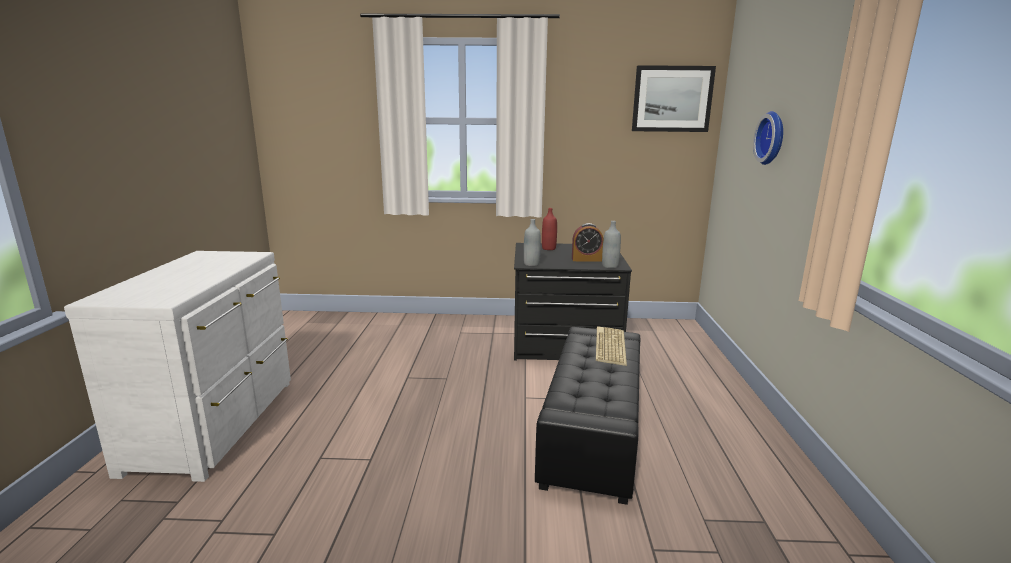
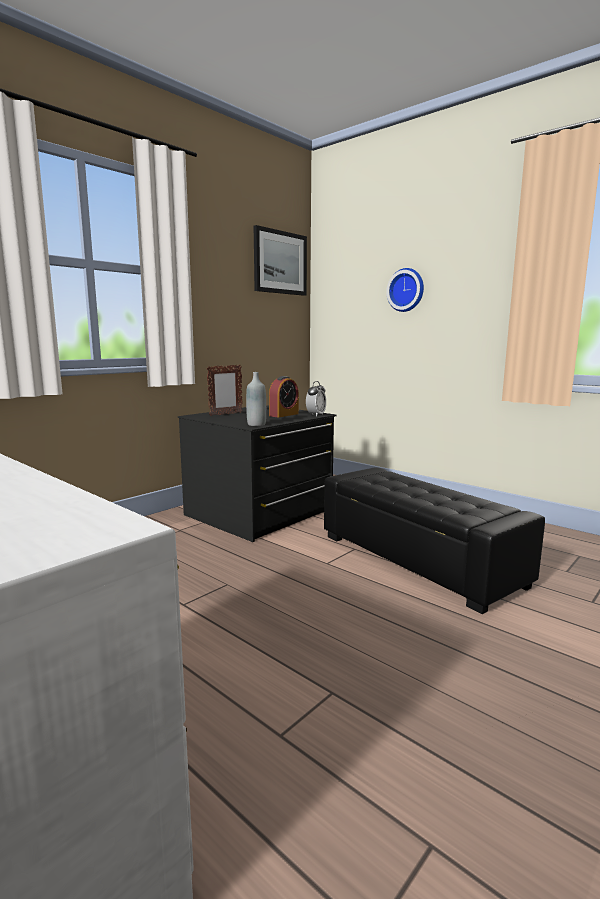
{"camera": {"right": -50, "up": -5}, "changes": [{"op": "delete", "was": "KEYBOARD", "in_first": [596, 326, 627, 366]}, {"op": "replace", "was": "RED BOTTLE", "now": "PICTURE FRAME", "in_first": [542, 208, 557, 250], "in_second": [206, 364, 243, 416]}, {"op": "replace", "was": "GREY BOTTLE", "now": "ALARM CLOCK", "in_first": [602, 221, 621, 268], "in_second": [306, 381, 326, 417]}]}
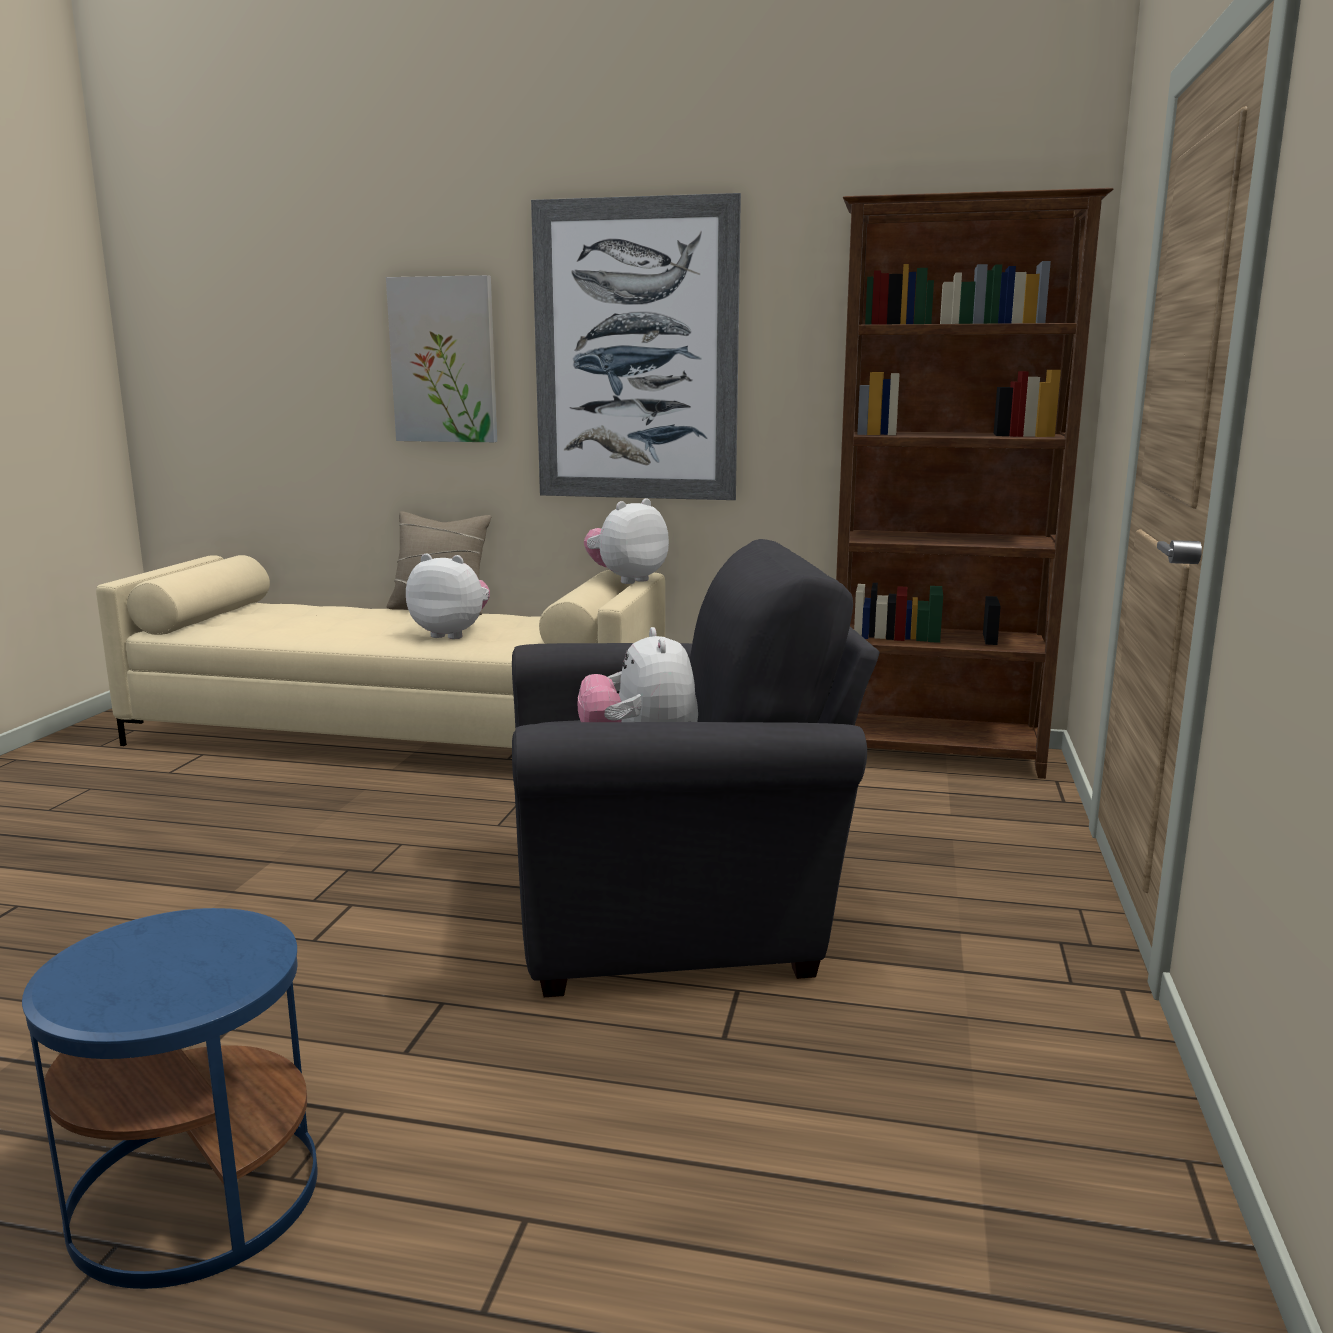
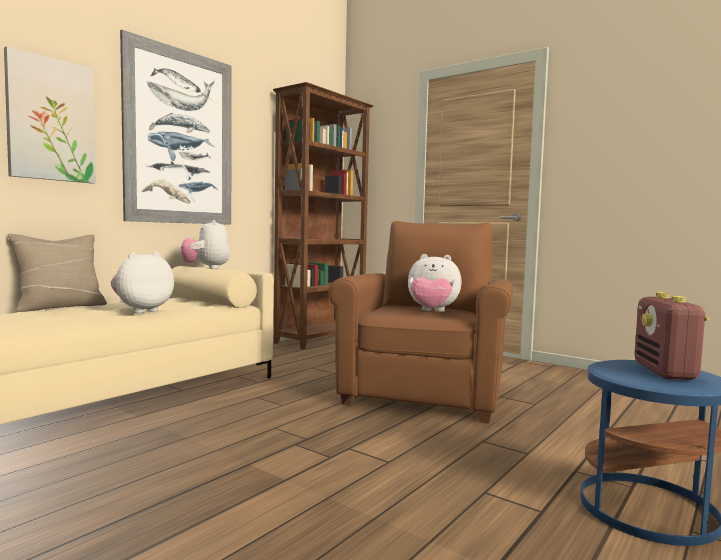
{"camera": {"right": -65, "up": -10}, "changes": [{"op": "insert", "now": "RADIO", "in_second": [634, 292, 710, 380]}, {"op": "recolor", "was": "GREY ARMCHAIR", "now": "BROWN ARMCHAIR", "in_first": [512, 539, 880, 997], "in_second": [328, 221, 513, 423]}]}
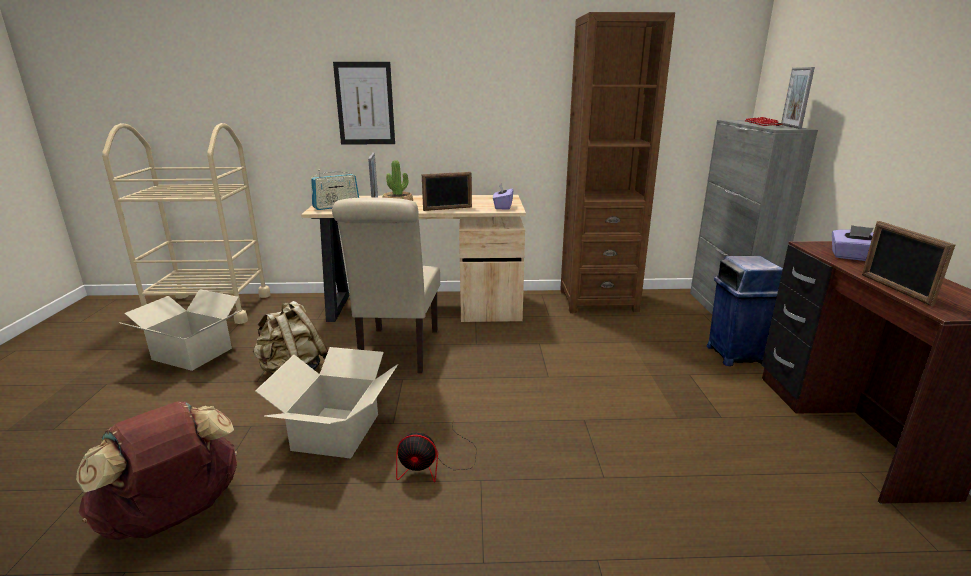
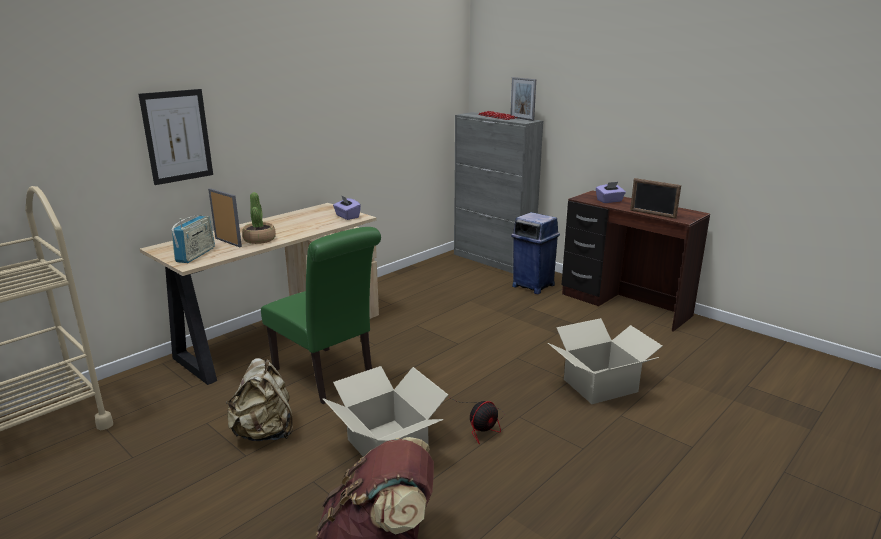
{"camera": {"right": -45, "up": 0}, "changes": [{"op": "delete", "was": "PICTURE FRAME", "in_first": [422, 172, 472, 211]}, {"op": "delete", "was": "BROWN BOOKCASE", "in_first": [560, 12, 675, 313]}, {"op": "move", "was": "CARDBOARD BOX", "in_first": [119, 289, 240, 371], "in_second": [548, 318, 662, 404]}, {"op": "recolor", "was": "BEIGE CHAIR", "now": "GREEN CHAIR", "in_first": [332, 198, 440, 373], "in_second": [261, 227, 381, 404]}]}
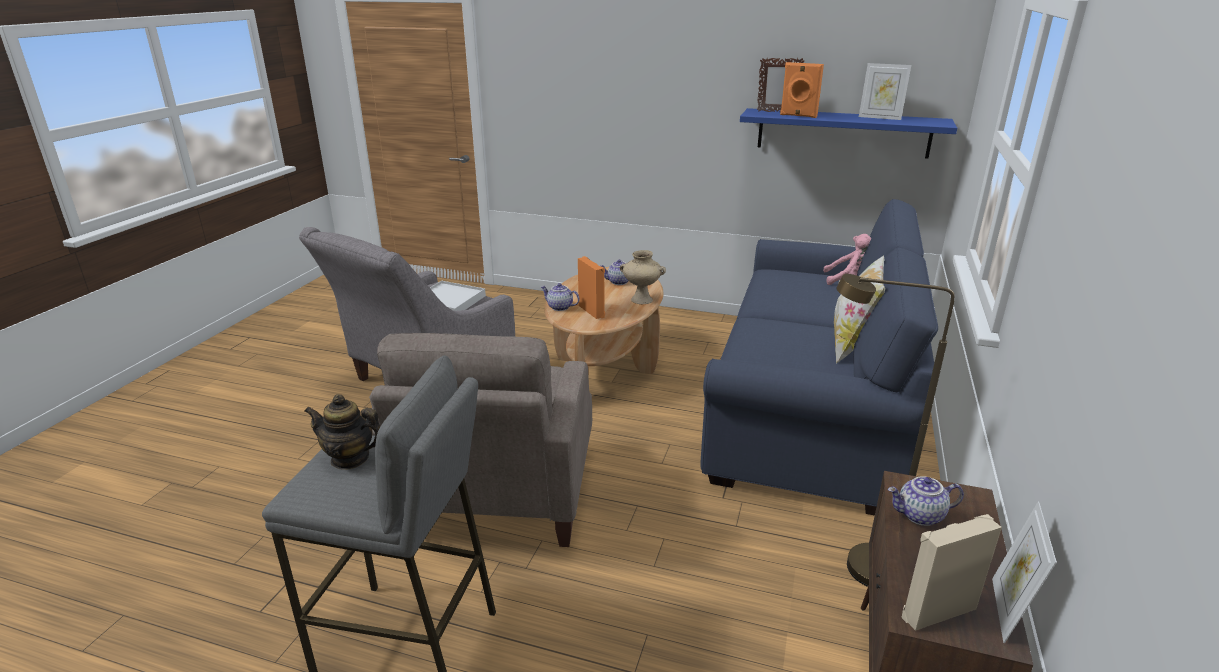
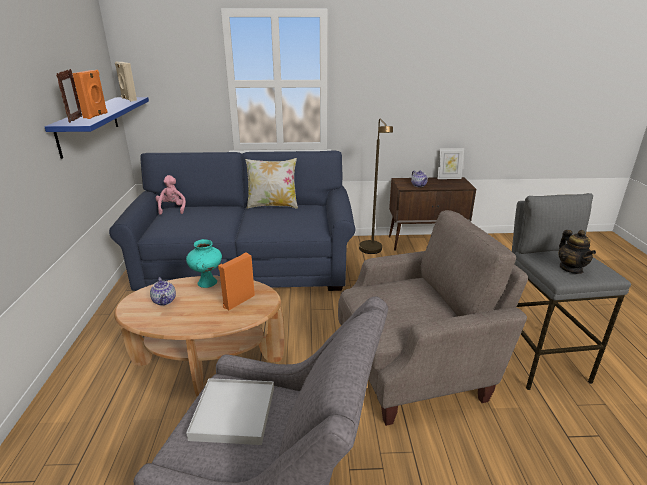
{"camera": {"right": -110, "up": 0}, "changes": [{"op": "delete", "was": "TEAPOT", "in_first": [541, 283, 580, 311]}, {"op": "delete", "was": "PICTURE FRAME", "in_first": [859, 63, 911, 120]}, {"op": "move", "was": "BEIGE SPEAKER", "in_first": [901, 514, 1002, 631], "in_second": [115, 62, 137, 101]}, {"op": "recolor", "was": "BEIGE VASE", "now": "TURQUOISE VASE", "in_first": [620, 250, 666, 304], "in_second": [186, 239, 222, 288]}]}
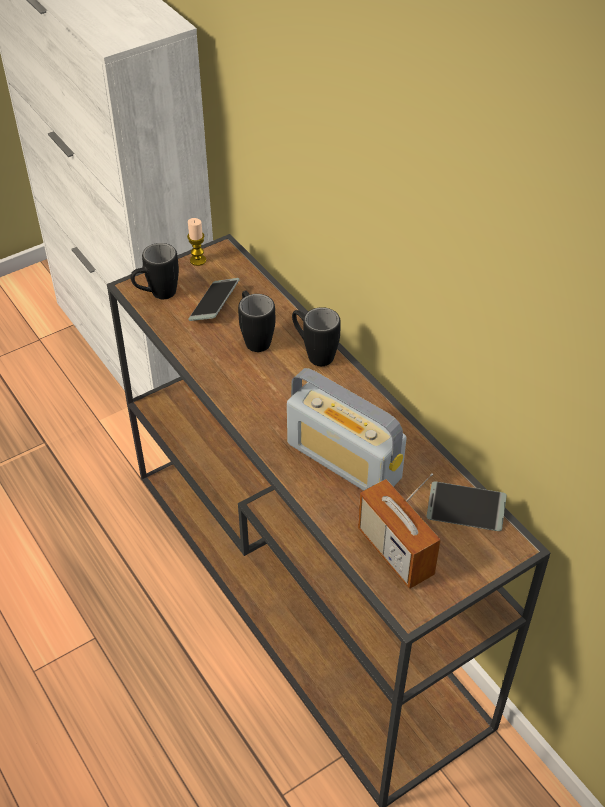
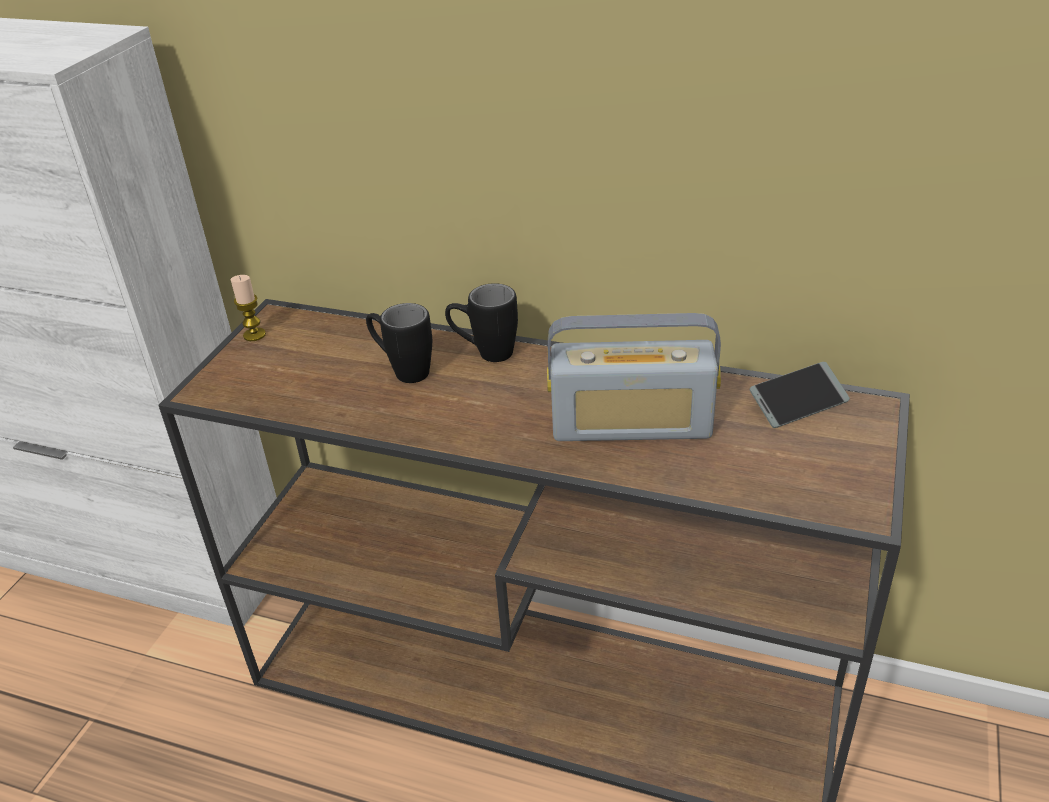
{"camera": {"right": -35, "up": -10}, "changes": [{"op": "delete", "was": "BLACK MUG", "in_first": [131, 243, 179, 299]}, {"op": "delete", "was": "PHONE", "in_first": [188, 278, 239, 321]}, {"op": "delete", "was": "RADIO", "in_first": [358, 473, 441, 589]}]}
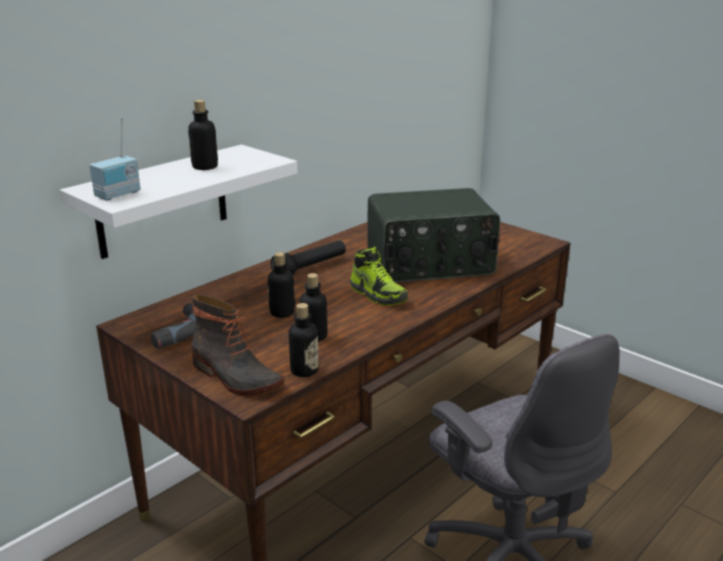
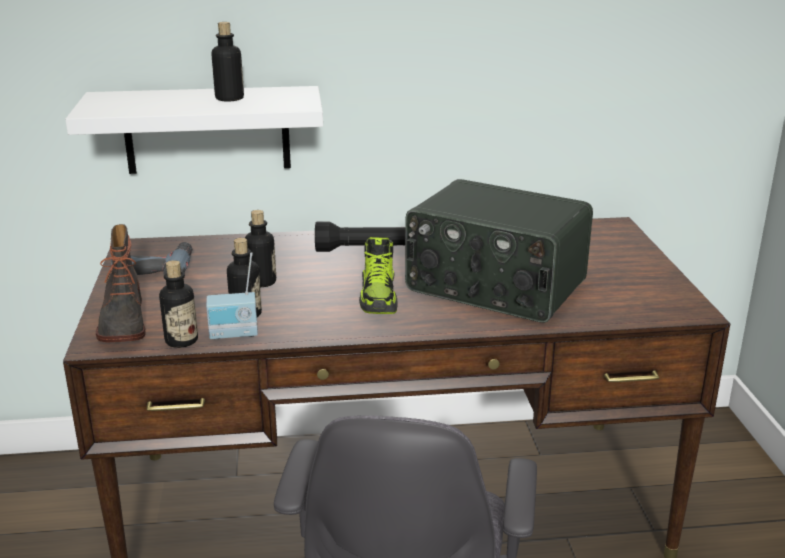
{"camera": {"right": 40, "up": 0}, "changes": [{"op": "move", "was": "RADIO", "in_first": [89, 118, 141, 201], "in_second": [206, 252, 258, 340]}]}
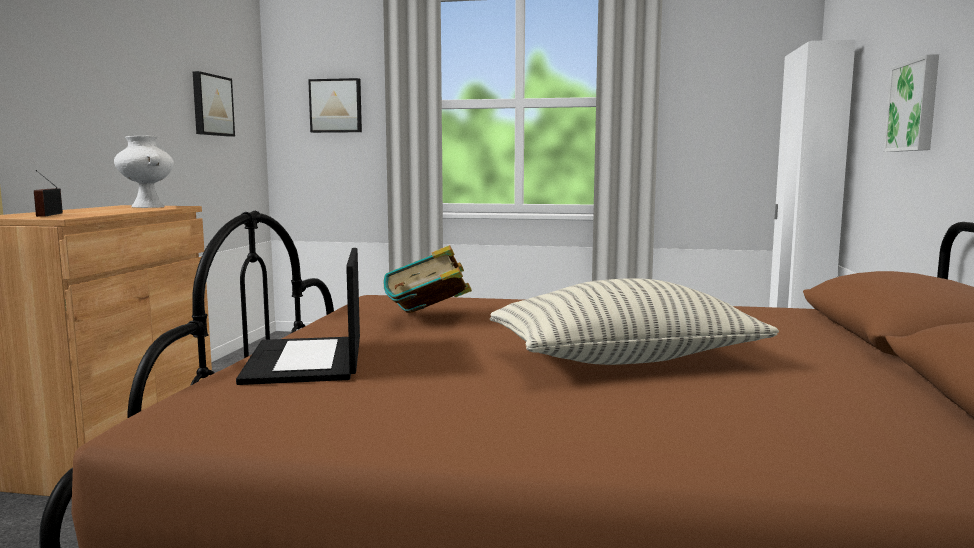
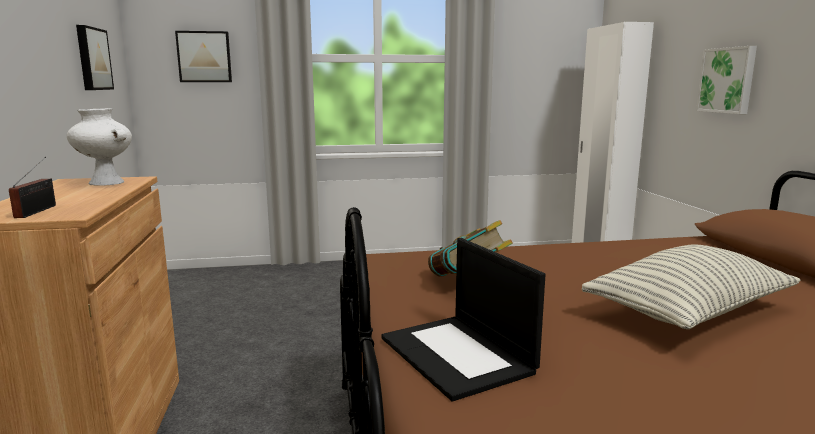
{"camera": {"right": -20, "up": 5}, "changes": [{"op": "rotate", "was": "RADIO", "in_first": [34, 170, 63, 217], "in_second": [9, 157, 56, 218], "clockwise": -150}]}
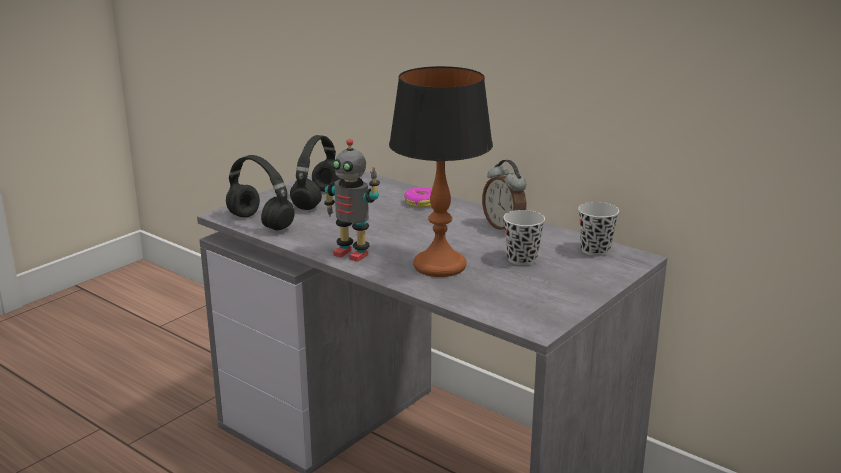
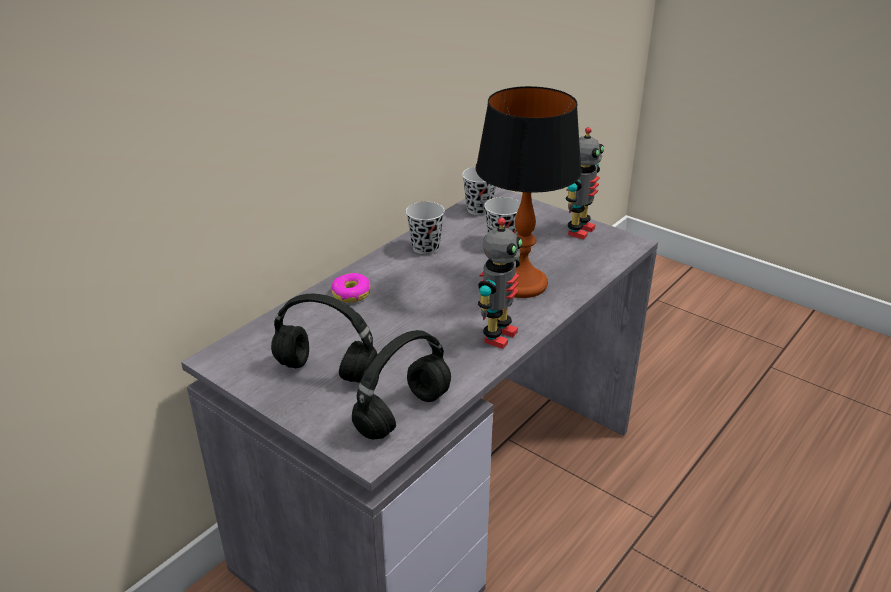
{"camera": {"right": -90, "up": 10}, "changes": [{"op": "insert", "now": "TOY ROBOT", "in_second": [566, 127, 604, 240]}, {"op": "replace", "was": "ALARM CLOCK", "now": "BLACK CUP", "in_first": [482, 160, 526, 230], "in_second": [406, 202, 445, 255]}]}
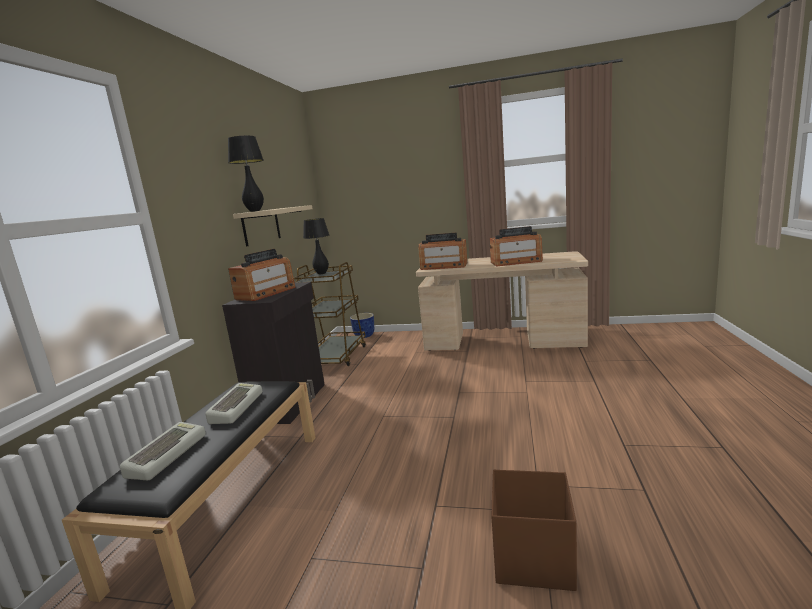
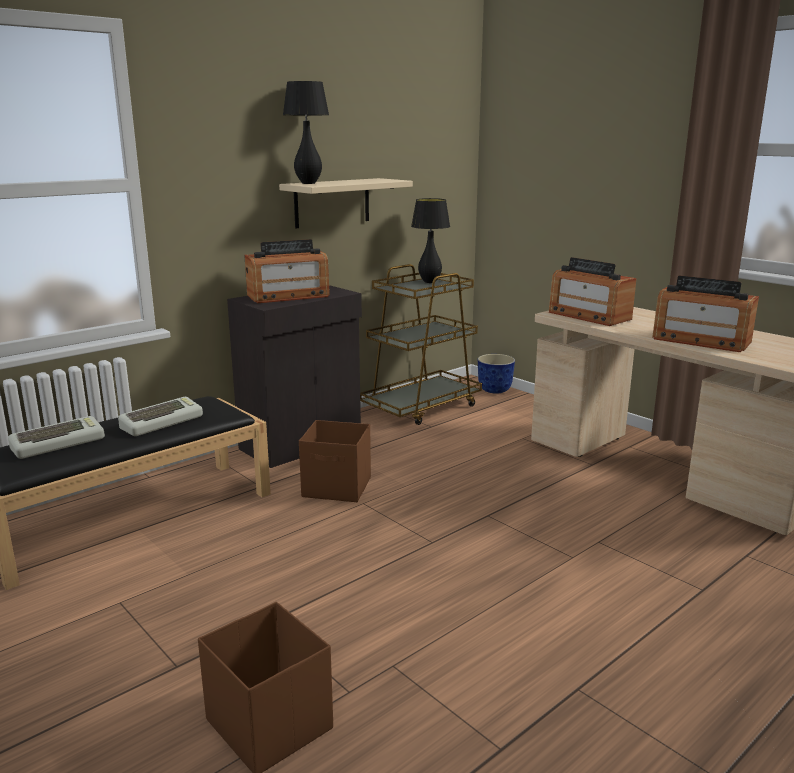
{"camera": {"right": 35, "up": 5}, "changes": [{"op": "insert", "now": "BROWN STORAGE BOX", "in_second": [299, 420, 371, 502]}]}
